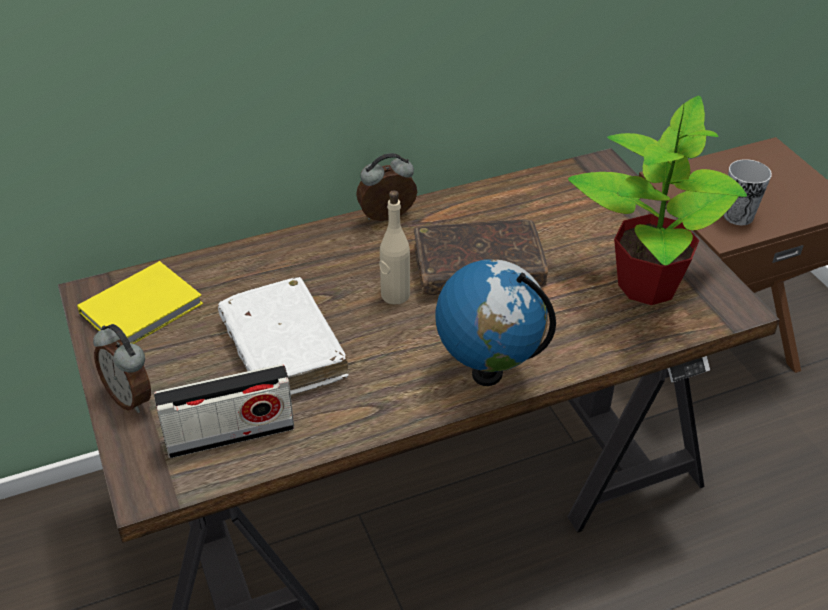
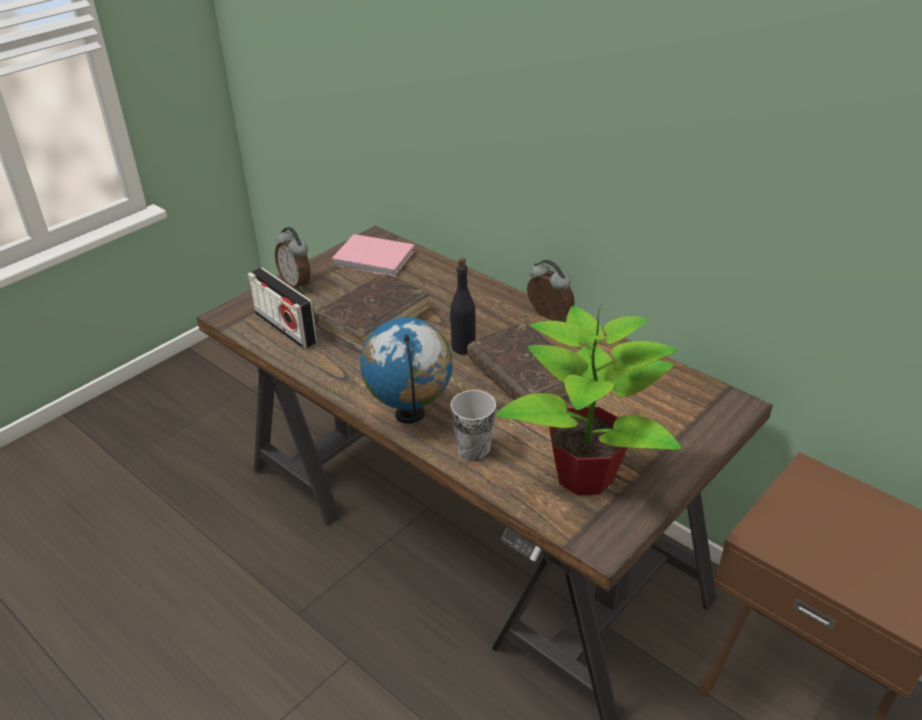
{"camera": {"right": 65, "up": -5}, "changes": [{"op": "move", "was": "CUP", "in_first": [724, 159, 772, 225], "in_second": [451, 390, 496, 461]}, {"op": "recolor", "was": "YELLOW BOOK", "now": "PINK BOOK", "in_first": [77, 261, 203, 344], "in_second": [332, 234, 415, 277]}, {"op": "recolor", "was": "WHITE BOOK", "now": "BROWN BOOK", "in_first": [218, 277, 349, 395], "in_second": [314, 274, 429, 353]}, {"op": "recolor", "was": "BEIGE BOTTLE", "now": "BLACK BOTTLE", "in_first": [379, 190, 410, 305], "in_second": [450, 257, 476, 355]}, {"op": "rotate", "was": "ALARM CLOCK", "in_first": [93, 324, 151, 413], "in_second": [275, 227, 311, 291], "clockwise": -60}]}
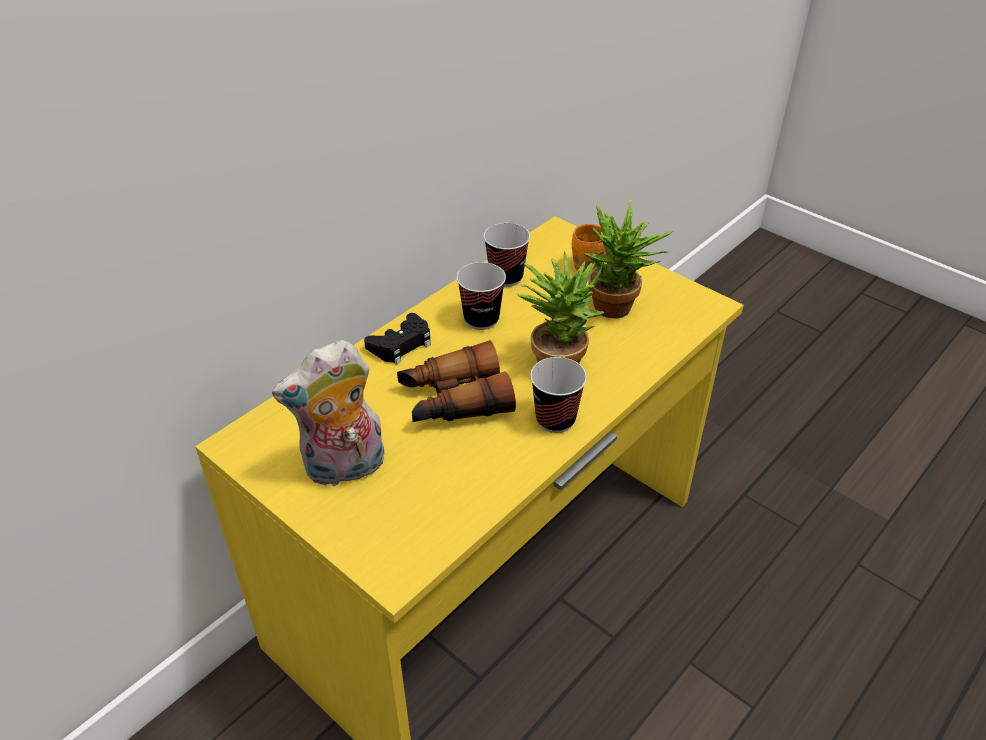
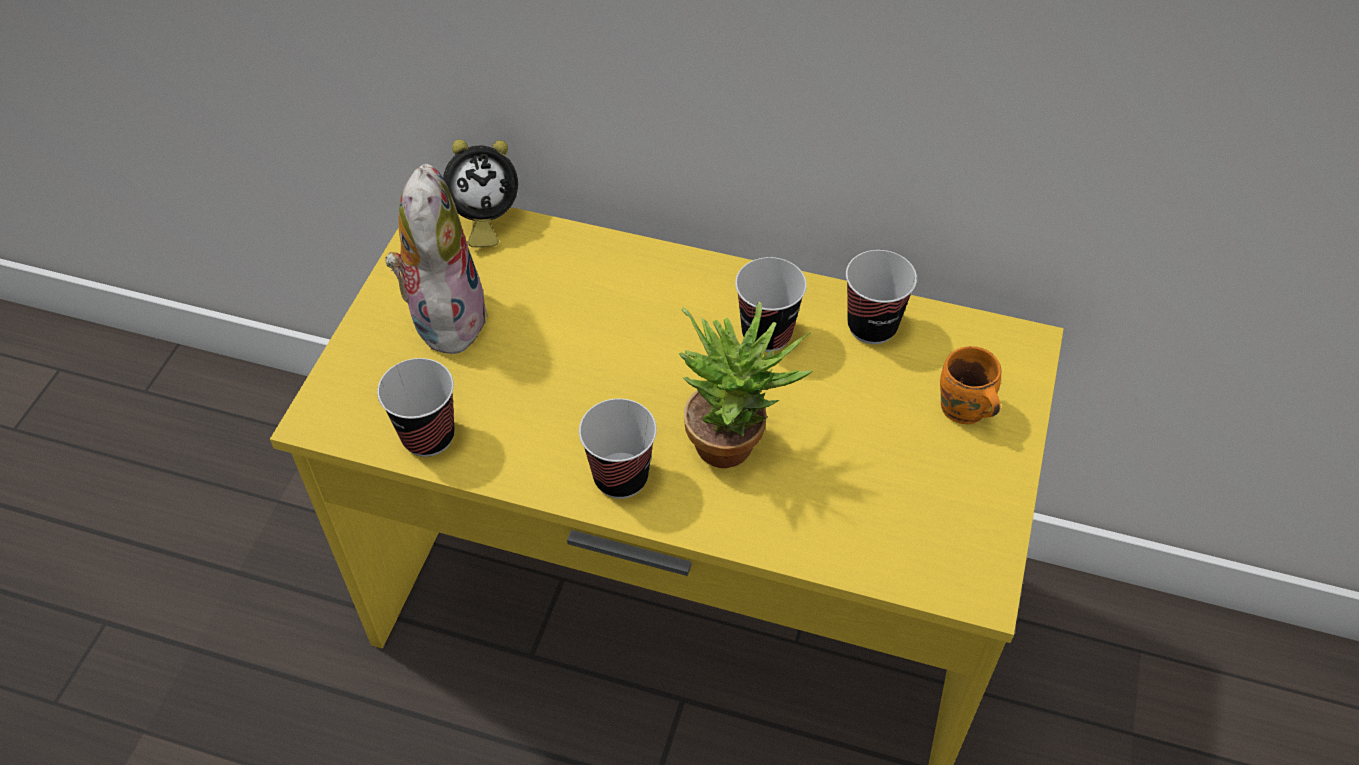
{"camera": {"right": 65, "up": 10}, "changes": [{"op": "delete", "was": "BLACK GAME CONTROLLER", "in_first": [364, 313, 431, 365]}, {"op": "delete", "was": "BINOCULARS", "in_first": [397, 340, 516, 422]}, {"op": "delete", "was": "POTTED PLANT", "in_first": [584, 199, 674, 319]}, {"op": "insert", "now": "CUP", "in_second": [377, 358, 455, 457]}, {"op": "insert", "now": "ALARM CLOCK", "in_second": [443, 140, 518, 247]}, {"op": "rotate", "was": "PLUSH TOY", "in_first": [272, 340, 385, 486], "in_second": [385, 164, 488, 355], "clockwise": 45}]}
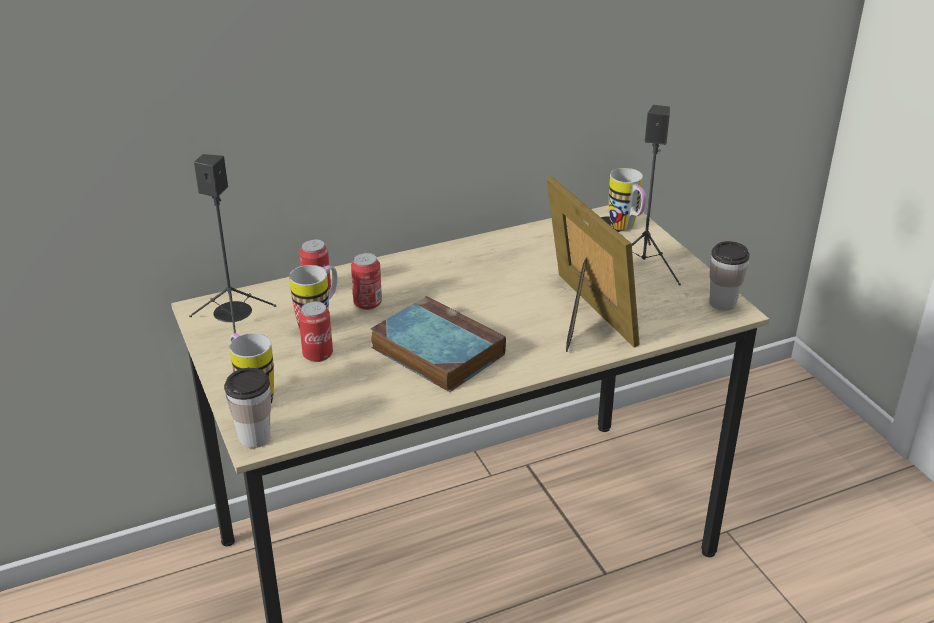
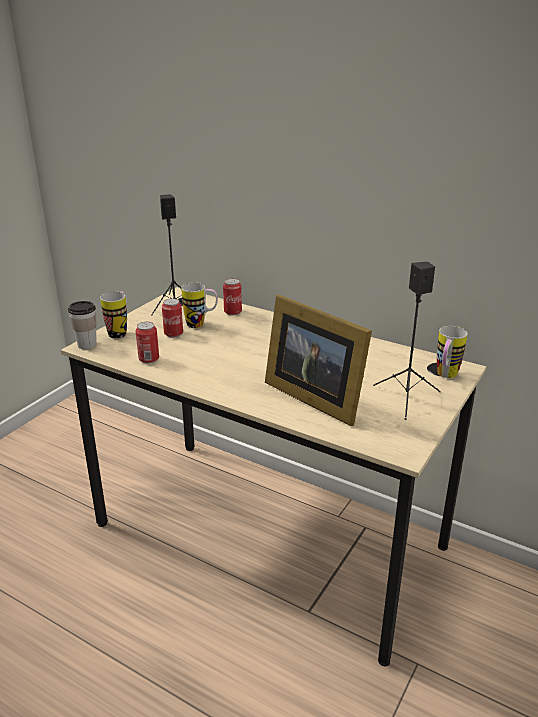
{"camera": {"right": 55, "up": -5}, "changes": [{"op": "delete", "was": "BOOK", "in_first": [371, 296, 506, 392]}, {"op": "delete", "was": "CUP", "in_first": [709, 241, 750, 310]}, {"op": "move", "was": "CAN", "in_first": [351, 253, 382, 310], "in_second": [136, 322, 159, 363]}, {"op": "rotate", "was": "PICTURE FRAME", "in_first": [546, 177, 639, 352], "in_second": [265, 295, 372, 426], "clockwise": 105}]}
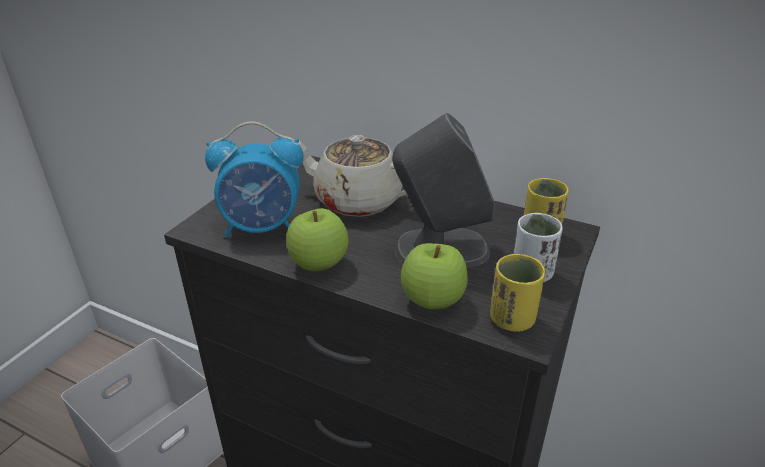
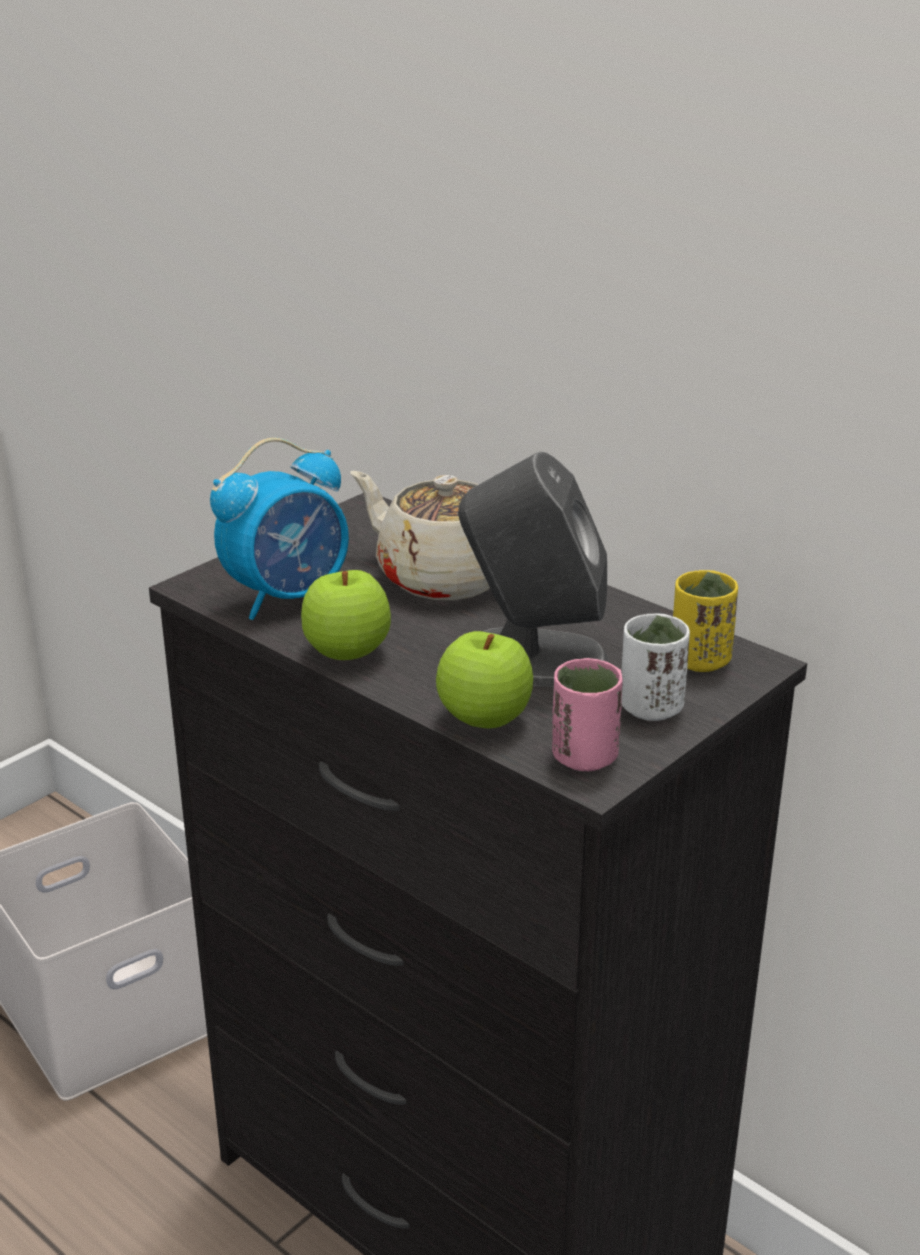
{"camera": {"right": 15, "up": -5}, "changes": [{"op": "recolor", "was": "YELLOW CUP", "now": "PINK CUP", "in_first": [490, 254, 546, 332], "in_second": [552, 658, 623, 771]}, {"op": "rotate", "was": "ALARM CLOCK", "in_first": [205, 121, 303, 238], "in_second": [210, 438, 349, 620], "clockwise": -45}]}
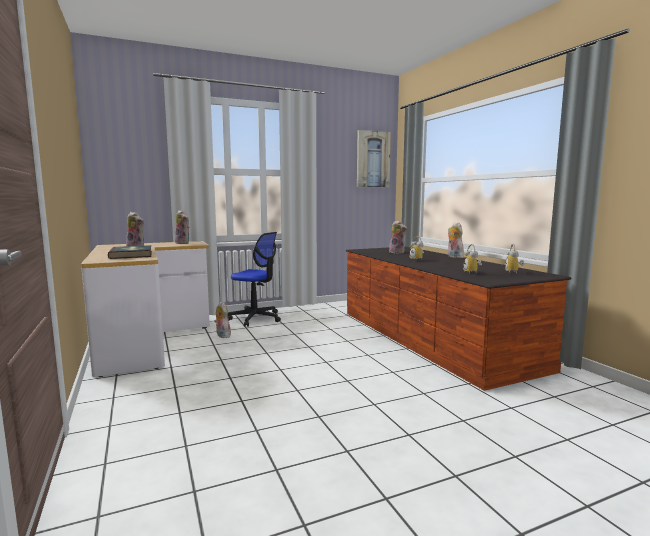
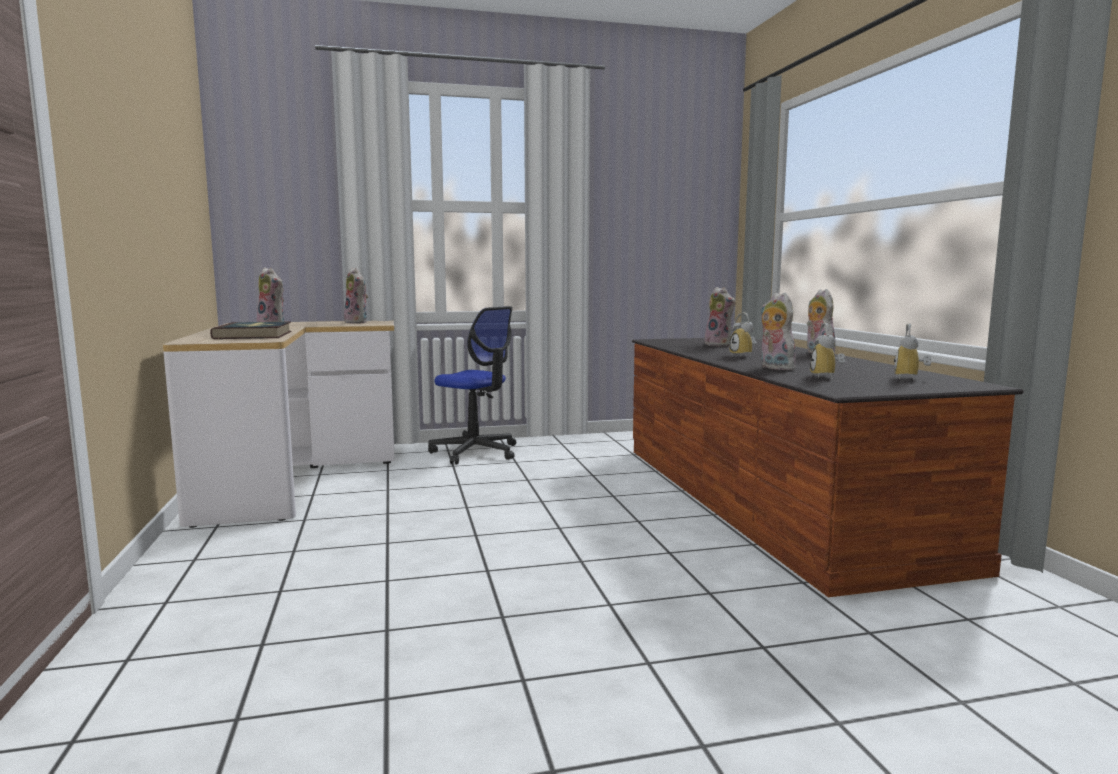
{"camera": {"right": 10, "up": 0}, "changes": [{"op": "delete", "was": "PICTURE", "in_first": [357, 130, 391, 187]}, {"op": "move", "was": "PLUSH TOY", "in_first": [214, 302, 231, 338], "in_second": [761, 292, 796, 370]}]}
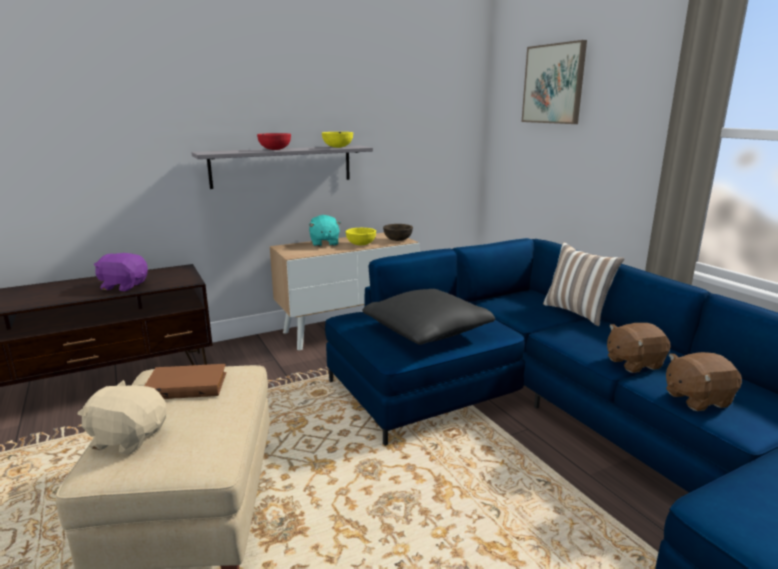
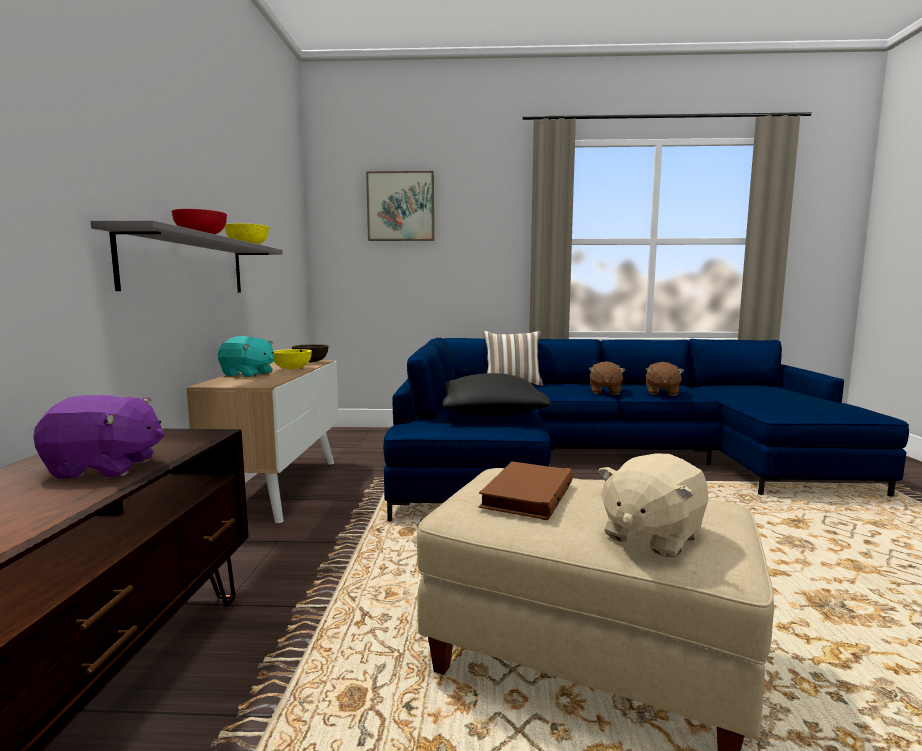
{"camera": {"right": -60, "up": -10}, "changes": [{"op": "rotate", "was": "PURPLE PLUSH TOY", "in_first": [94, 253, 148, 291], "in_second": [33, 395, 165, 479], "clockwise": -135}]}
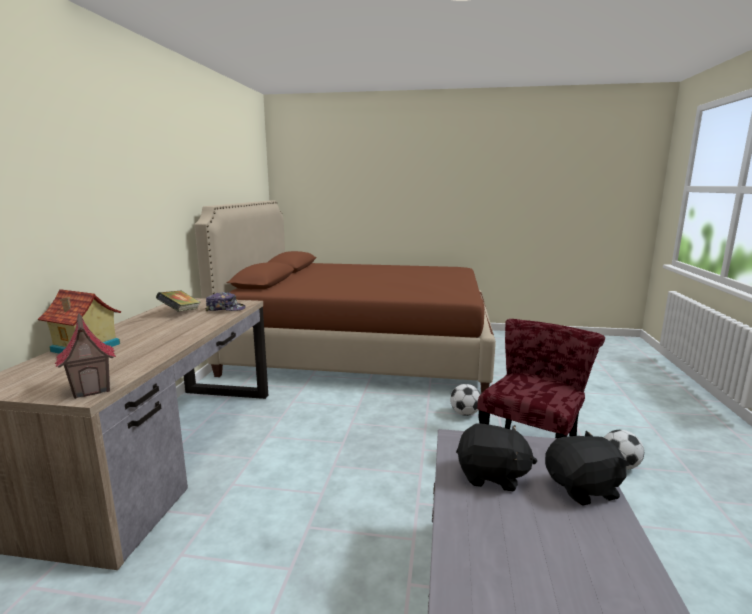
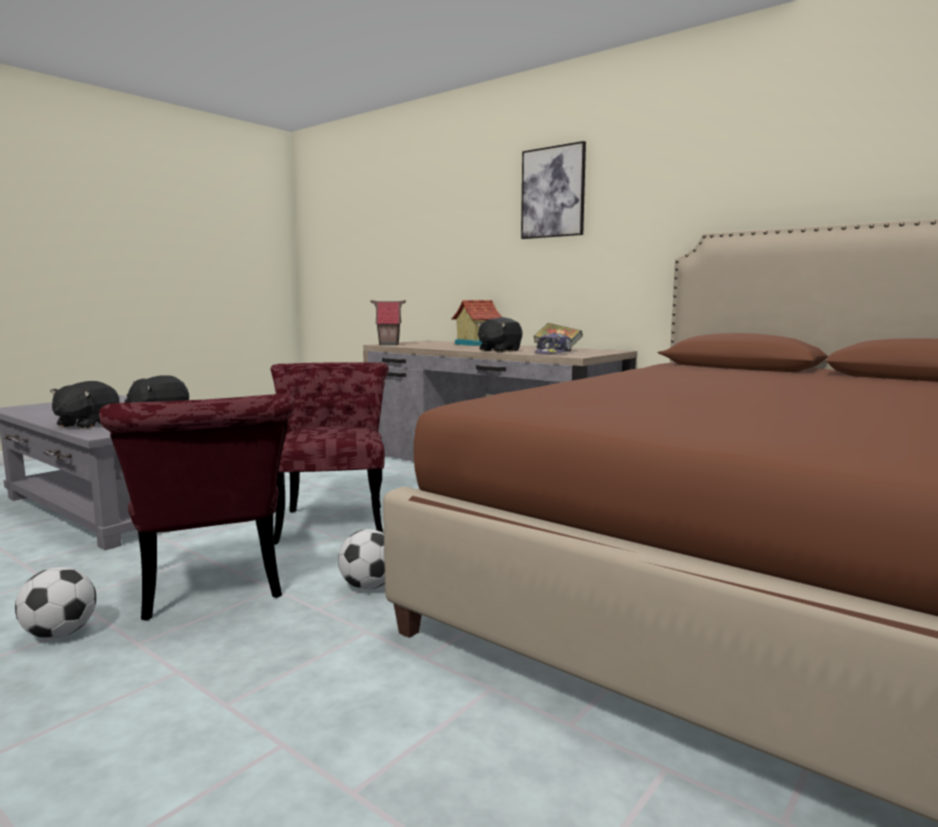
{"camera": {"right": 120, "up": -5}, "changes": [{"op": "insert", "now": "RED CHAIR", "in_second": [271, 362, 389, 545]}, {"op": "insert", "now": "BLACK PLUSH TOY", "in_second": [477, 317, 523, 352]}, {"op": "insert", "now": "PICTURE", "in_second": [521, 141, 586, 239]}]}
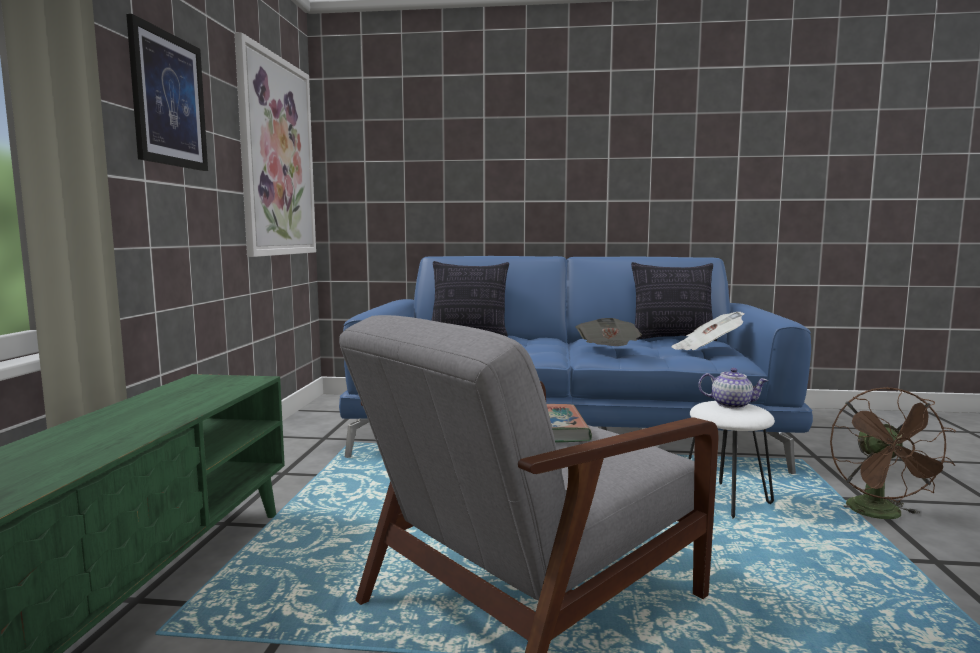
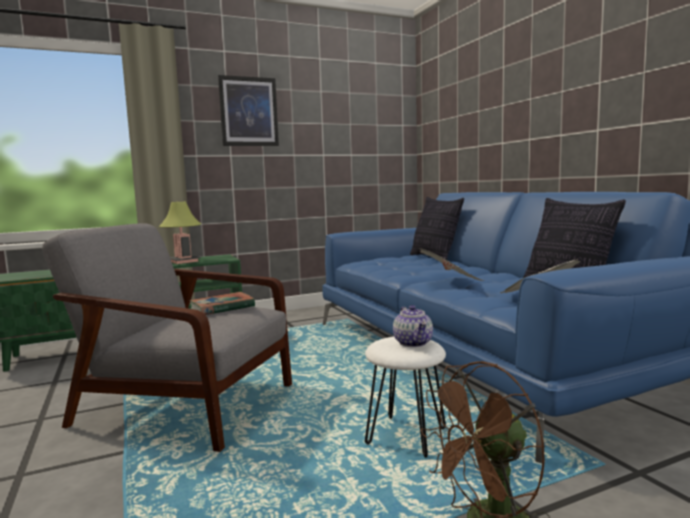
{"camera": {"right": 60, "up": 0}, "changes": [{"op": "delete", "was": "PICTURE", "in_first": [234, 32, 316, 257]}, {"op": "insert", "now": "TABLE LAMP", "in_second": [159, 202, 201, 264]}]}
